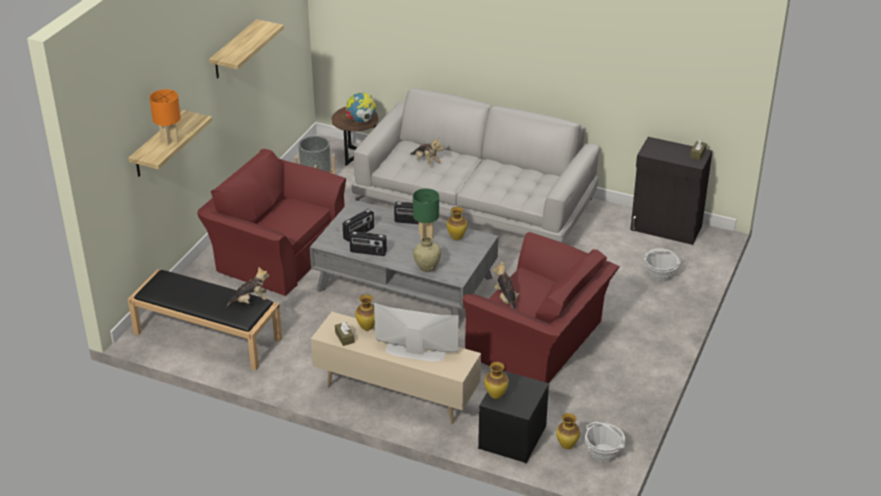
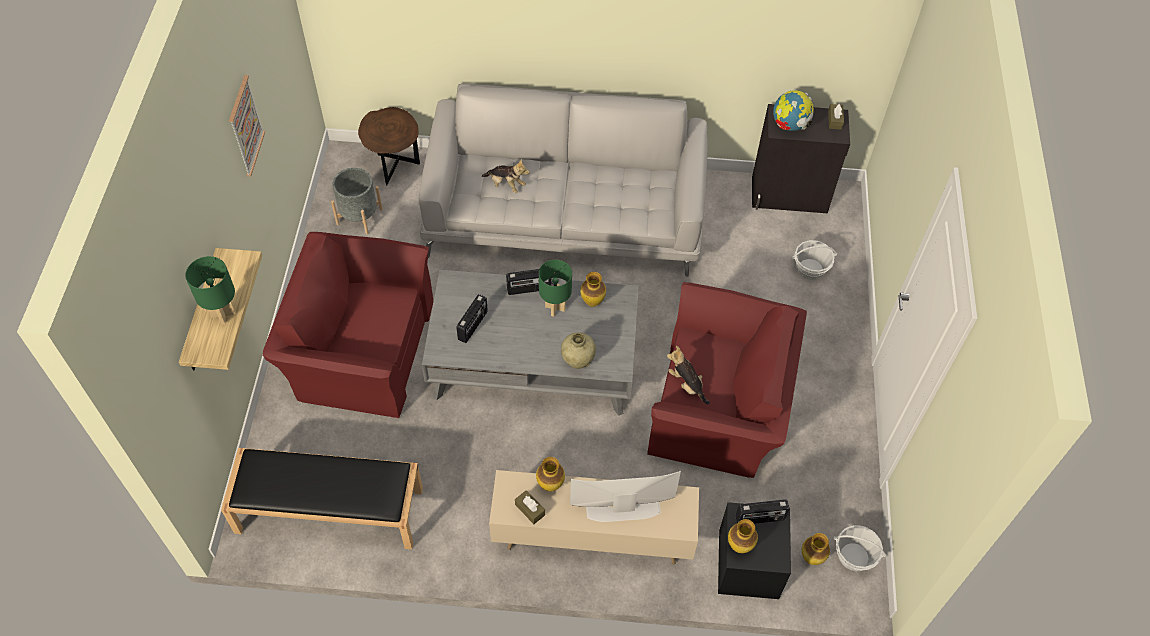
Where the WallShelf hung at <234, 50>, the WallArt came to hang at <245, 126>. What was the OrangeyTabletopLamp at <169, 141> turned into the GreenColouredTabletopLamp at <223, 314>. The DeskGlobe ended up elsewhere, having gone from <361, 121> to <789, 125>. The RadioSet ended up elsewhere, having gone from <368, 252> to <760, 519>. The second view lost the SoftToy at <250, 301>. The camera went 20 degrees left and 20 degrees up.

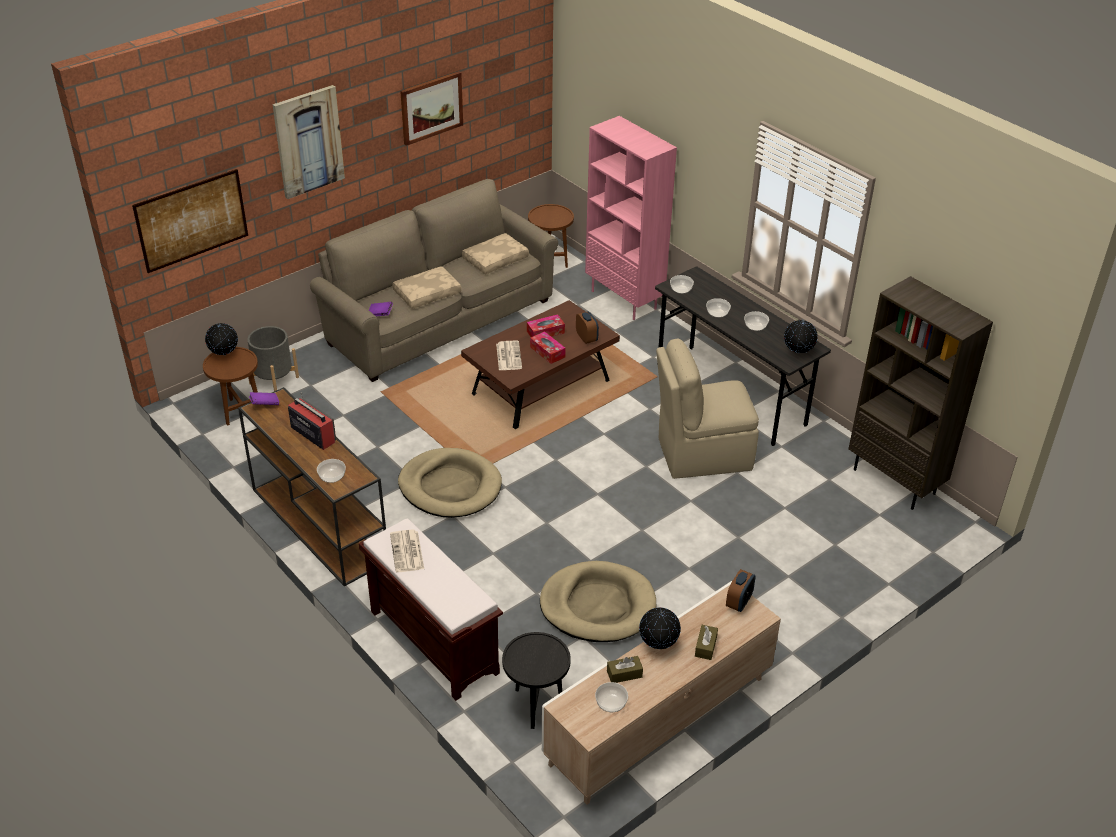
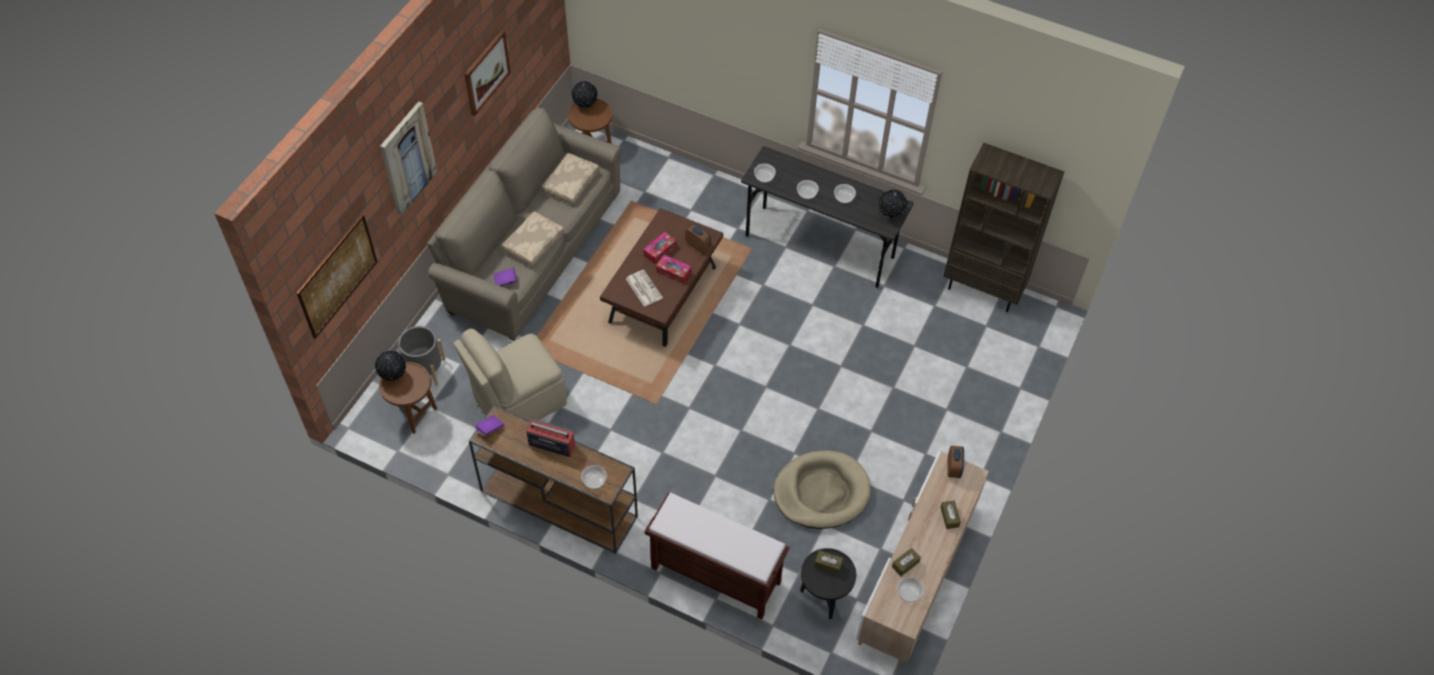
The second view lost the PinkColouredBookshelf at <625, 299>. The SandColouredPlainChair ended up elsewhere, having gone from <701, 454> to <518, 402>. The second view lost the SandColouredPetBed at <450, 486>. The second view lost the Newspaper at <407, 552>. The DeskGlobe ended up elsewhere, having gone from <658, 645> to <585, 106>. The second view gained the BrownishBoxOfTissues at <828, 564>. The camera went 25 degrees left and 15 degrees up.

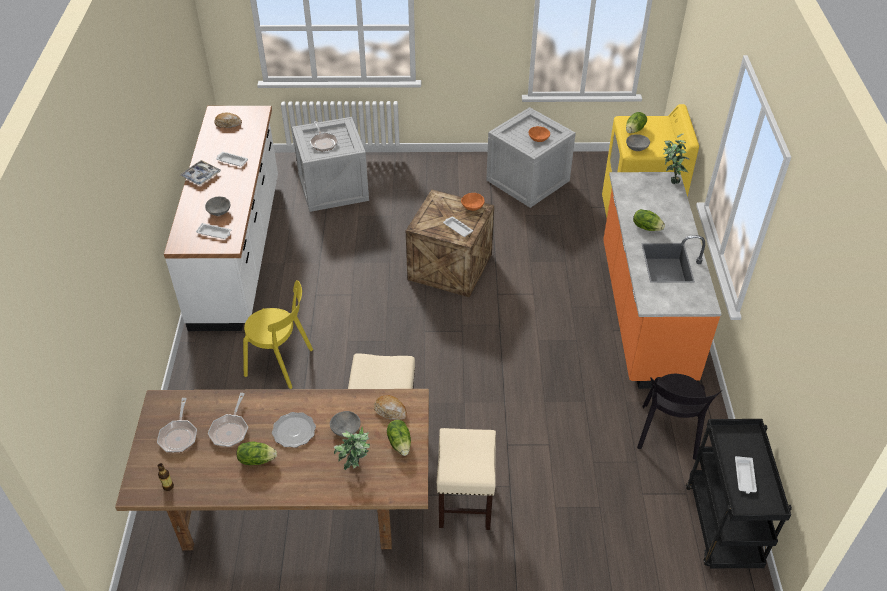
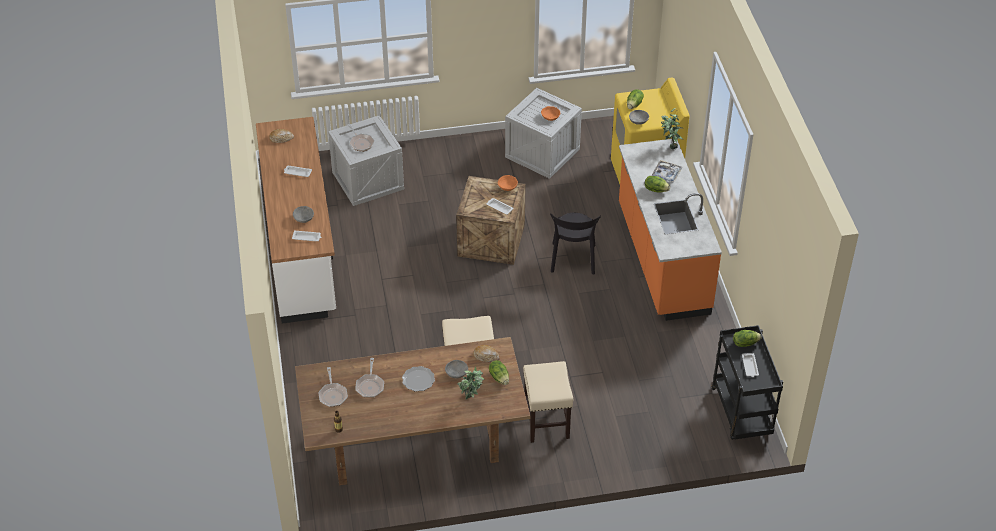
The Tray ended up elsewhere, having gone from <201, 176> to <666, 174>. The second view lost the YellowishPlainChair at <282, 363>. The BlackishPlainChair ended up elsewhere, having gone from <668, 435> to <573, 260>. The HeadOfLettuce ended up elsewhere, having gone from <256, 459> to <745, 343>. The camera went 10 degrees left and 0 degrees up.

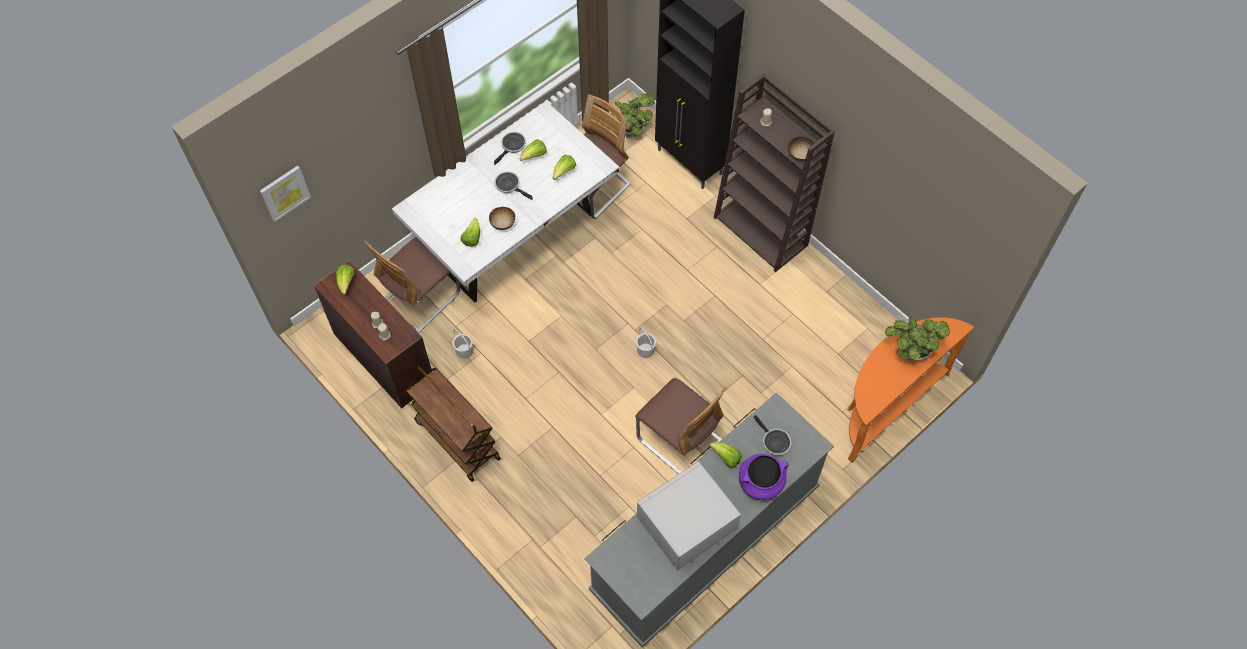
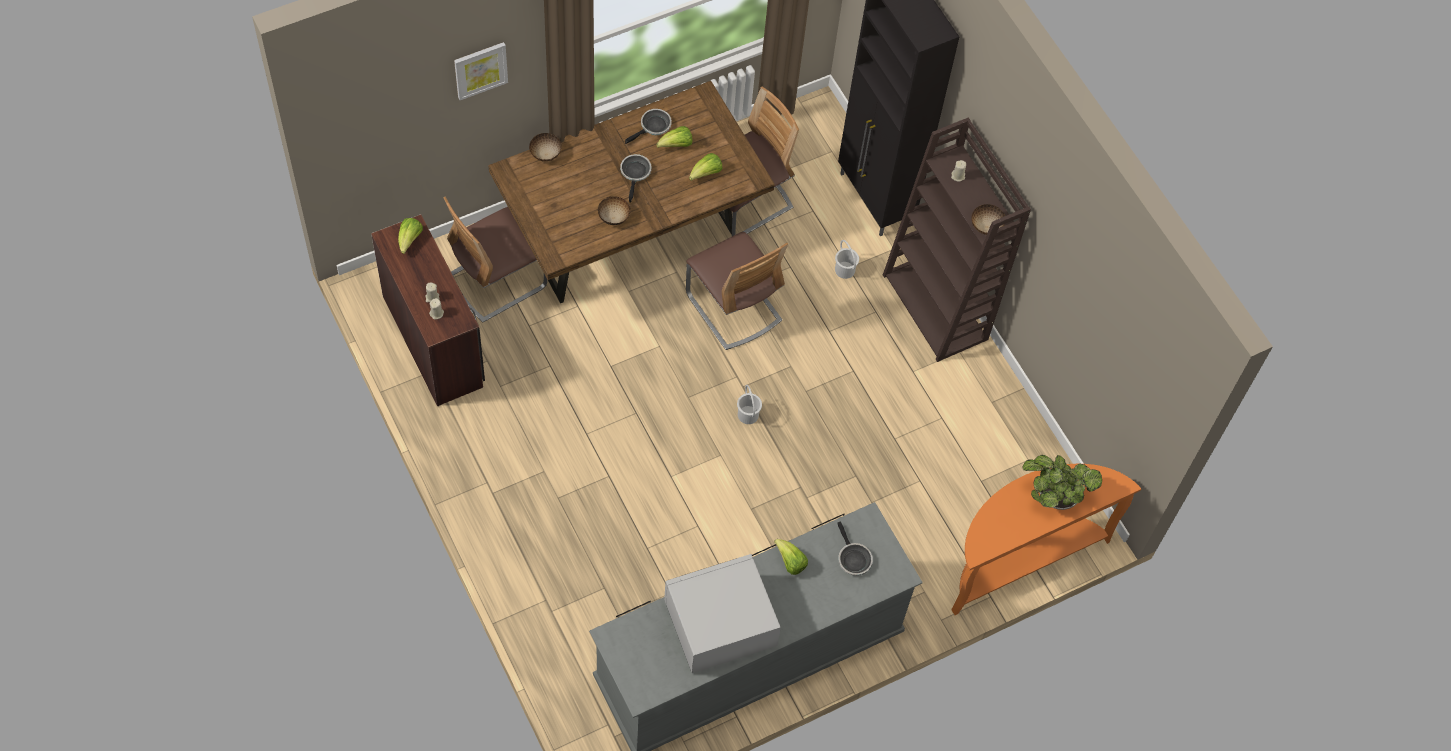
The second view lost the PlantInAPot at <631, 130>. What was the WhitishDinnerTable at <514, 236> turned into the BrownishDinnerTable at <631, 236>. The WallArt ended up elsewhere, having gone from <284, 193> to <480, 70>. The Skillet at <509, 186> ended up facing another way, 45 degrees clockwise from before. The second view lost the HeadOfLettuce at <472, 238>. The WhitishPail ended up elsewhere, having gone from <464, 351> to <844, 270>. The second view lost the BrownishWheeledCart at <456, 439>. The PlainChair ended up elsewhere, having gone from <679, 440> to <733, 307>. The second view lost the PurplishSaucepot at <761, 482>. The second view gained the Bowl at <545, 154>. The camera went 10 degrees right and 0 degrees up.

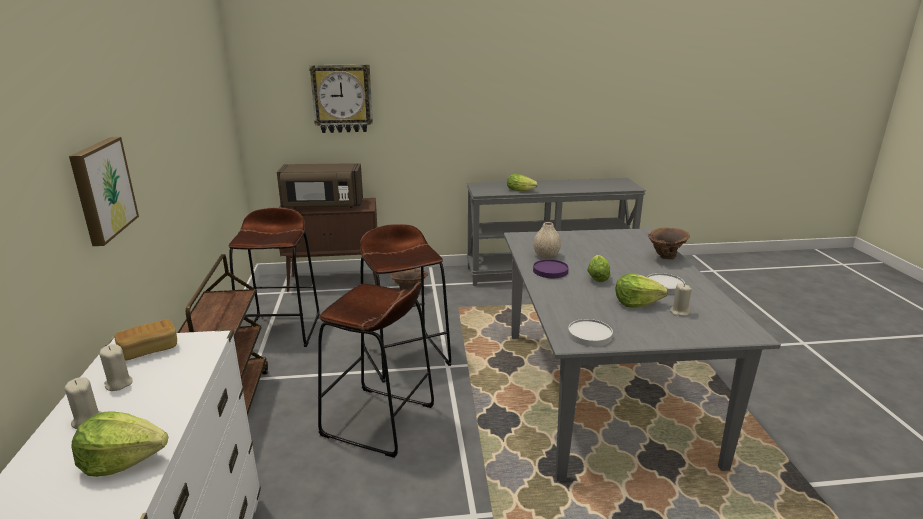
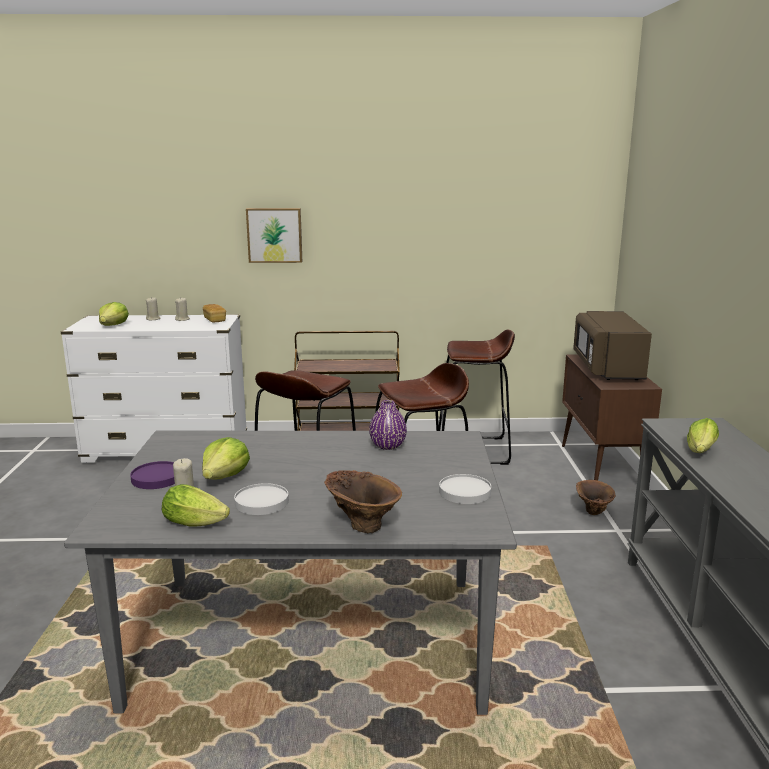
The second view lost the HangingClock at <342, 98>. What was the SandColouredDecorativeVase at <546, 255> turned into the PurplishDecorativeVase at <387, 446>. The HeadOfLettuce ended up elsewhere, having gone from <598, 276> to <198, 523>. The PurplishDinnerPlate ended up elsewhere, having gone from <550, 271> to <157, 478>. The WhitishDinnerPlate ended up elsewhere, having gone from <589, 335> to <464, 492>. The camera went 95 degrees right and 5 degrees down.

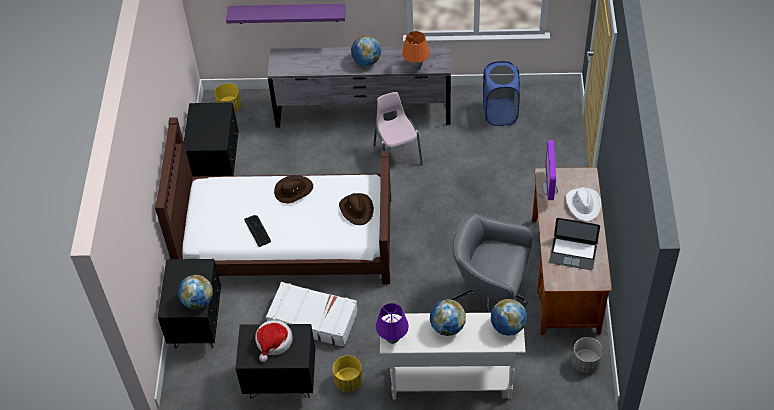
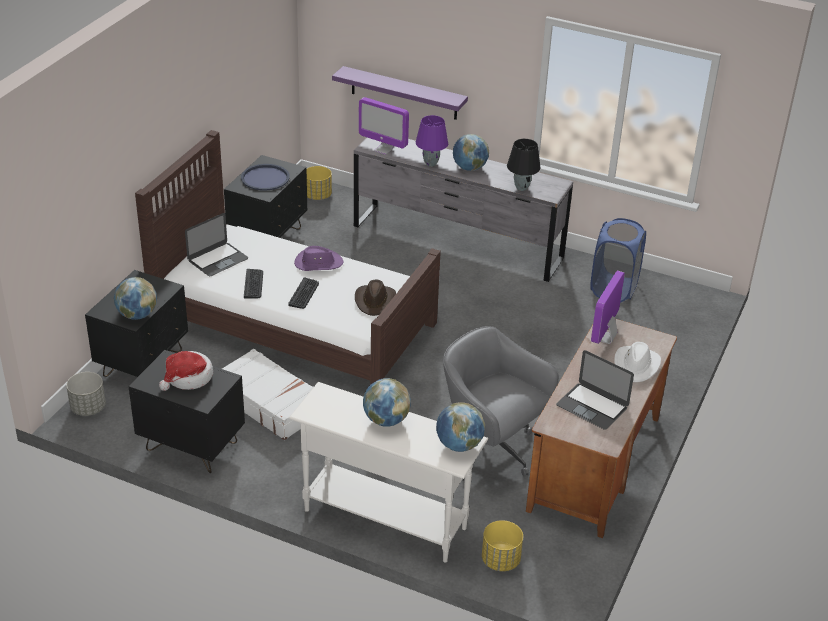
What was the OrangeyTabletopLamp at <416, 67> turned into the BlackishTabletopLamp at <521, 187>. The second view lost the PinkColouredPlainChair at <397, 154>. What was the BrownishWearableHat at <293, 190> turned into the PurplishWearableHat at <318, 263>. The PurplishTabletopLamp ended up elsewhere, having gone from <393, 339> to <431, 164>. The GreyPlantPot ended up elsewhere, having gone from <585, 363> to <88, 408>. The YellowishPlantPot ended up elsewhere, having gone from <349, 381> to <501, 560>. The second view gained the ComputerScreen at <383, 149>. The second view gained the BlueTray at <265, 178>. The second view gained the NotebookComputer at <218, 259>. The second view gained the Keyboard at <304, 294>. The camera went 20 degrees right and 15 degrees down.

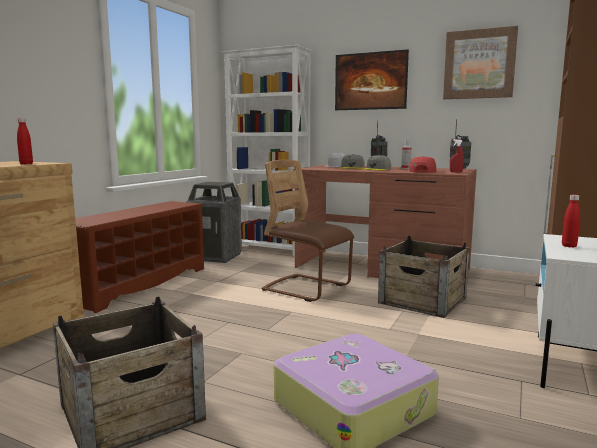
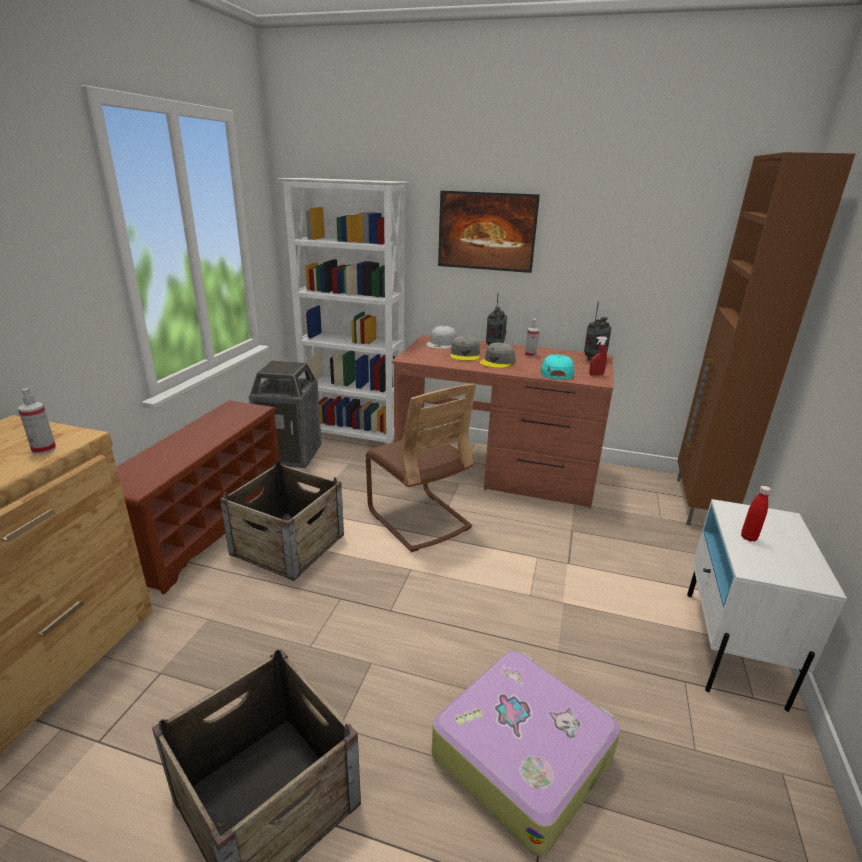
The second view lost the WallArt at <479, 64>. Where the RedColouredBeverageBottle stood at <26, 164>, the SprayBottle came to stand at <44, 449>. What was the RedColouredBaseballCap at <422, 171> turned into the TurquoiseBaseballCap at <556, 373>. The BrownishPlainChair at <307, 288> ended up facing another way, 150 degrees counterclockwise from before. The ShippingCrate ended up elsewhere, having gone from <422, 300> to <288, 544>. The camera went 10 degrees left and 15 degrees up.

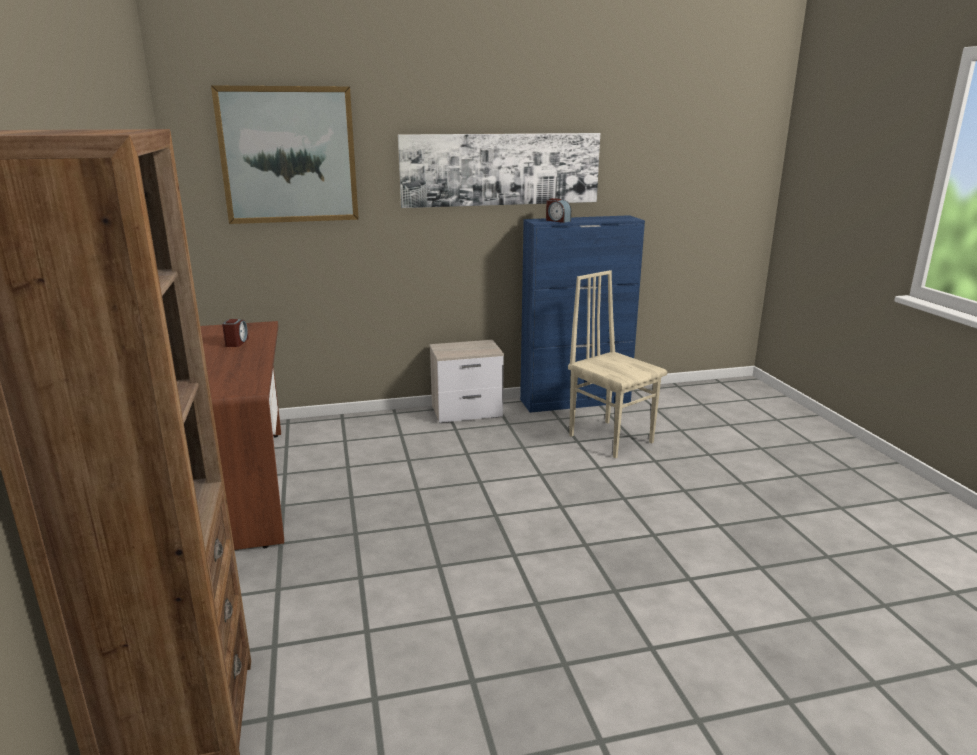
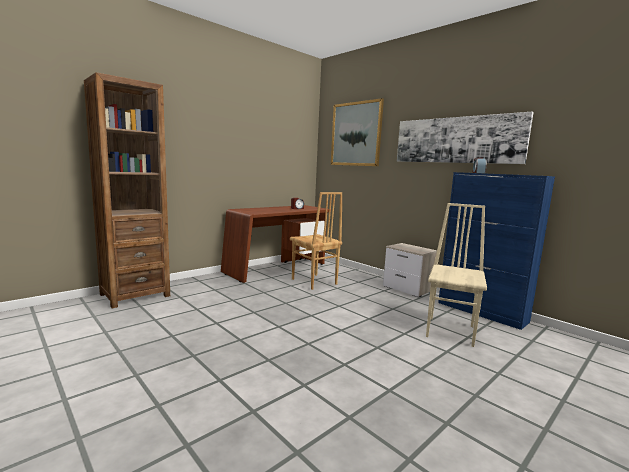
The second view gained the BrownishPlainChair at <313, 282>. The camera went 60 degrees right and 10 degrees down.

